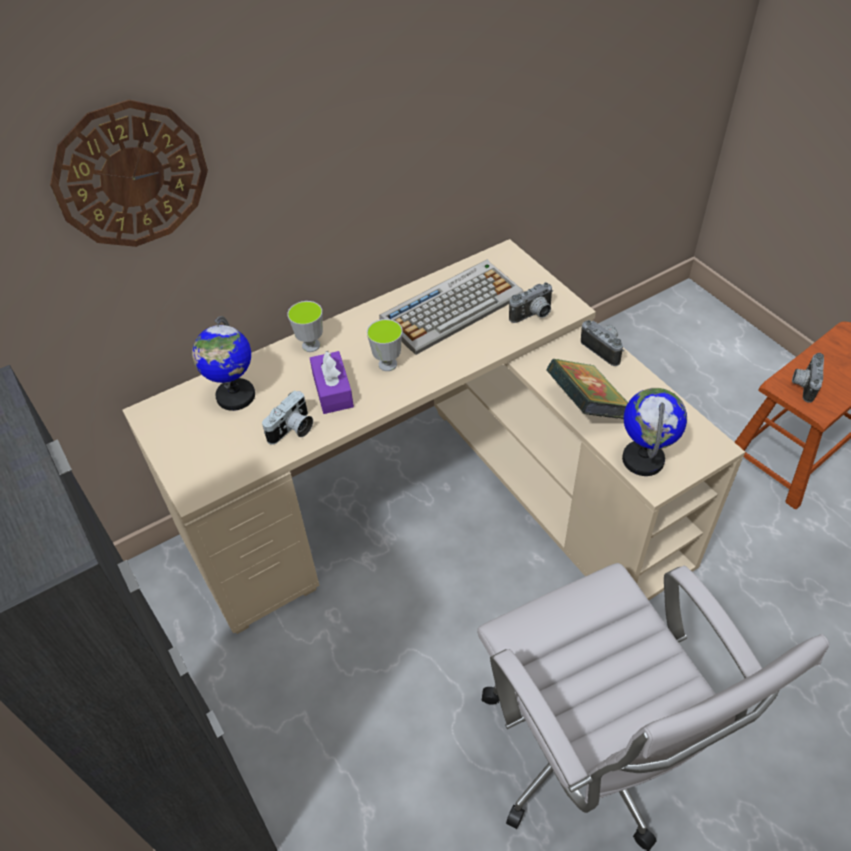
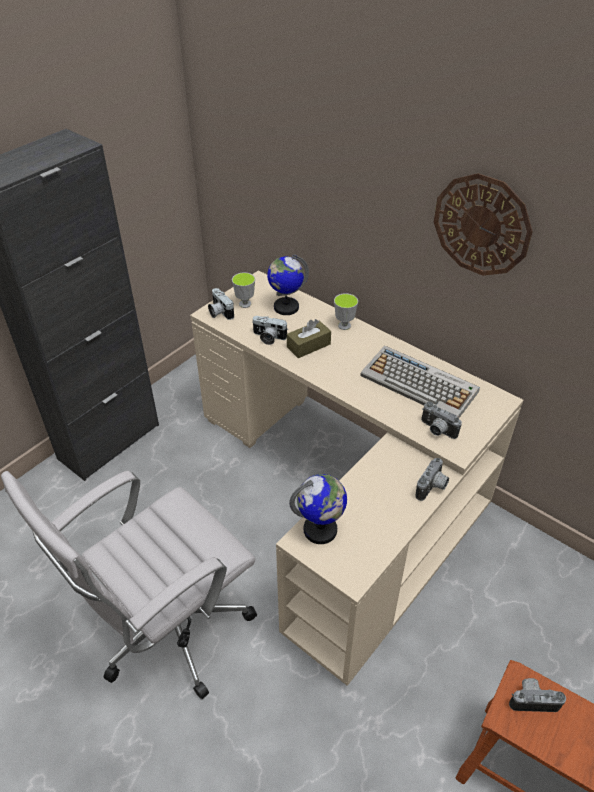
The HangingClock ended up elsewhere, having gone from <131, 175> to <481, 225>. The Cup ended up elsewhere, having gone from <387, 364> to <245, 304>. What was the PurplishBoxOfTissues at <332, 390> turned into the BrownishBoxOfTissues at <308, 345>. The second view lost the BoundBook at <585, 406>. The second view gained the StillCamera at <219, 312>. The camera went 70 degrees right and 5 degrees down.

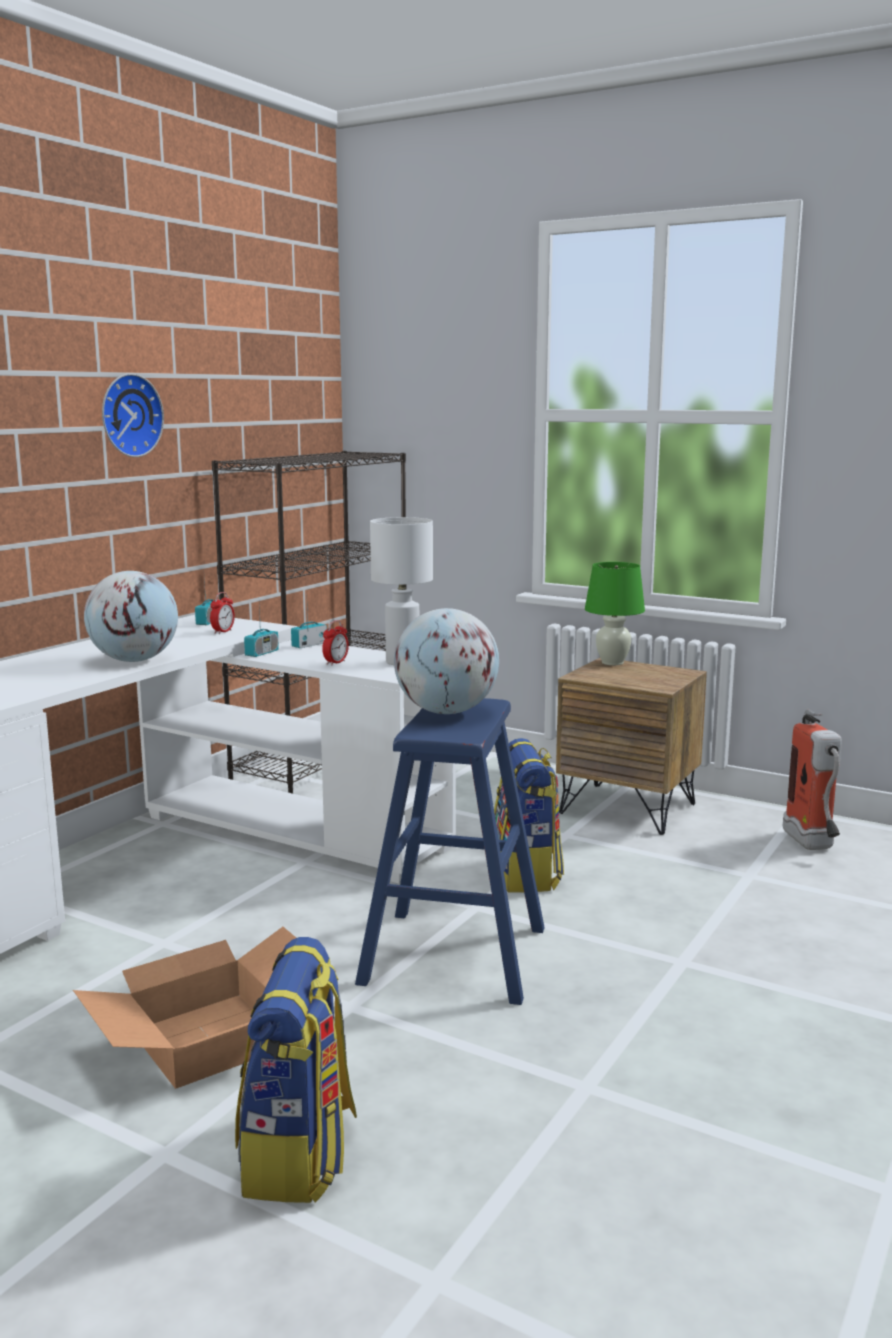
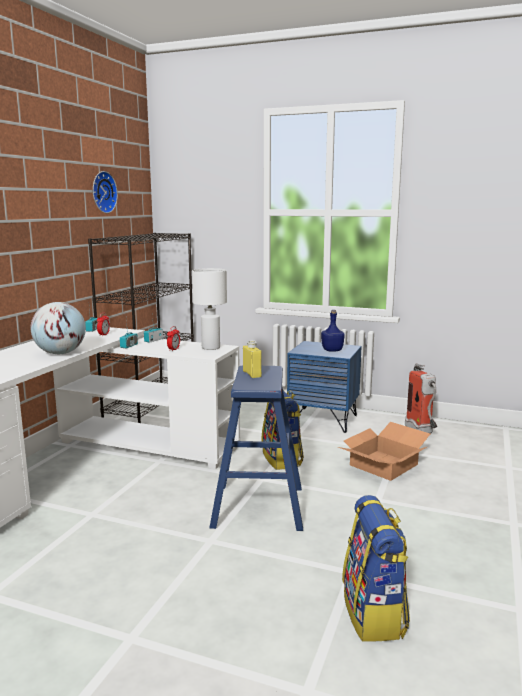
The HangingClock ended up elsewhere, having gone from <128, 415> to <102, 192>. The second view lost the GreenColouredTabletopLamp at <612, 662>. Where the DeskGlobe stood at <446, 712>, the YellowishBeverageBottle came to stand at <252, 374>. What was the BrownishBedsideTable at <628, 808> turned into the BlueBedsideTable at <323, 420>. The Carton ended up elsewhere, having gone from <211, 1037> to <383, 464>. The Knapsack ended up elsewhere, having gone from <299, 1155> to <374, 614>. The second view gained the BlueBeverageBottle at <332, 350>. The camera went 10 degrees left and 0 degrees up.

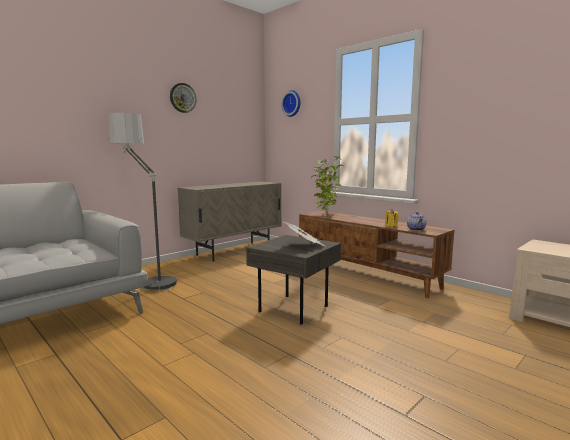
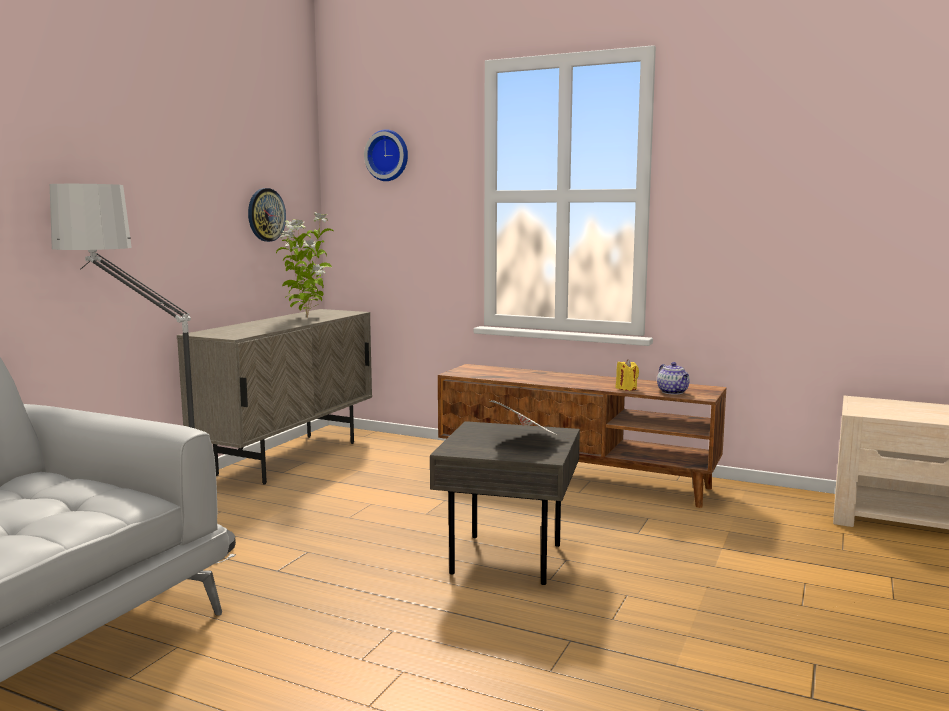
The HangingClock ended up elsewhere, having gone from <182, 98> to <266, 215>. The PlantInAPot ended up elsewhere, having gone from <326, 214> to <306, 317>. The camera went 20 degrees left and 0 degrees up.

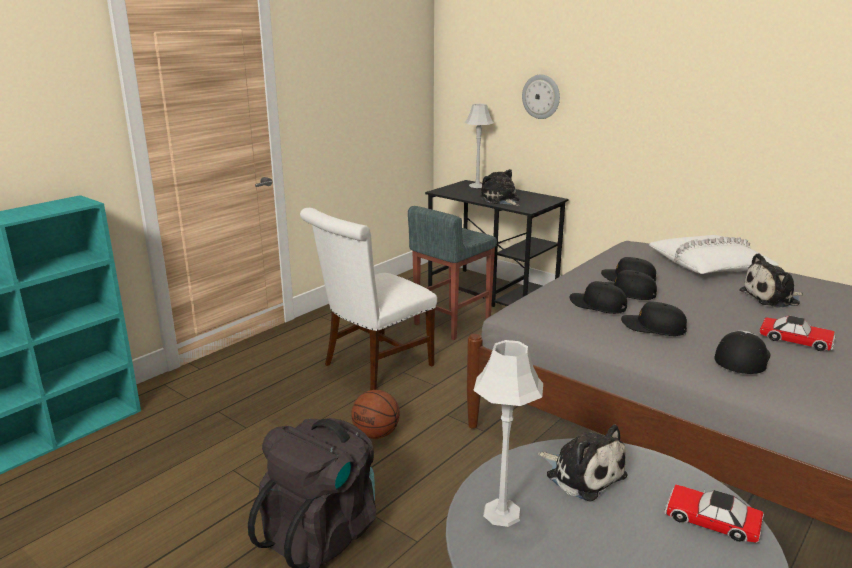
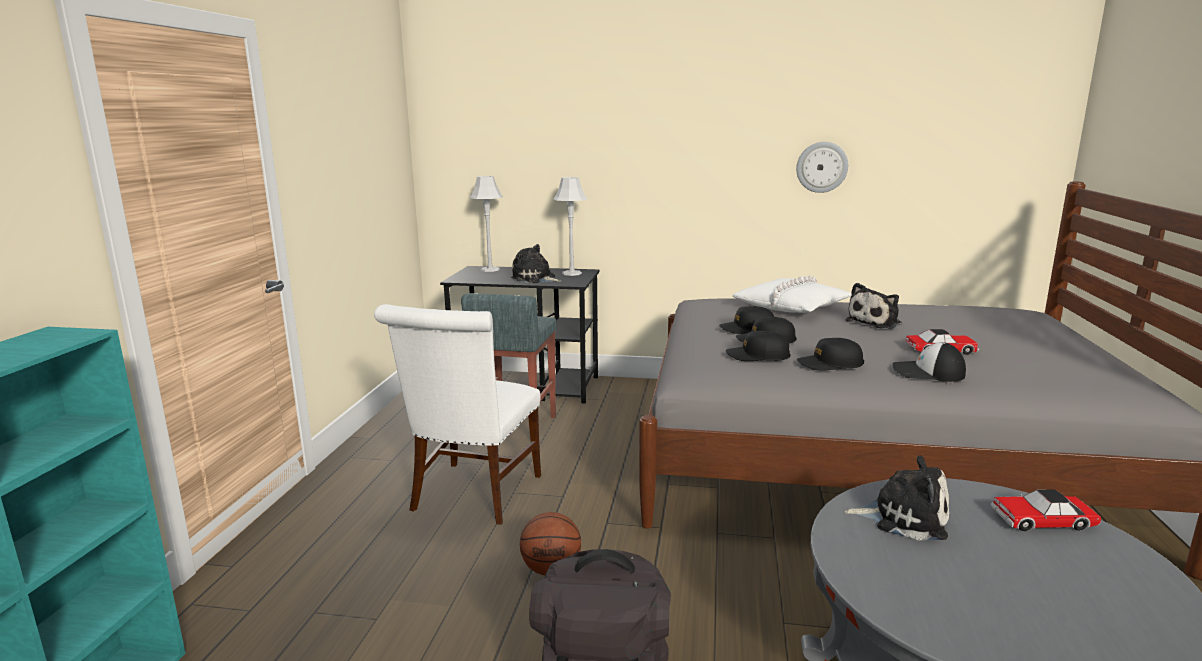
The HangingClock ended up elsewhere, having gone from <541, 96> to <821, 167>. The BaseballCap at <741, 357> ended up facing another way, 75 degrees counterclockwise from before. The GreyTabletopLamp ended up elsewhere, having gone from <502, 513> to <572, 273>. The camera went 30 degrees left and 5 degrees down.

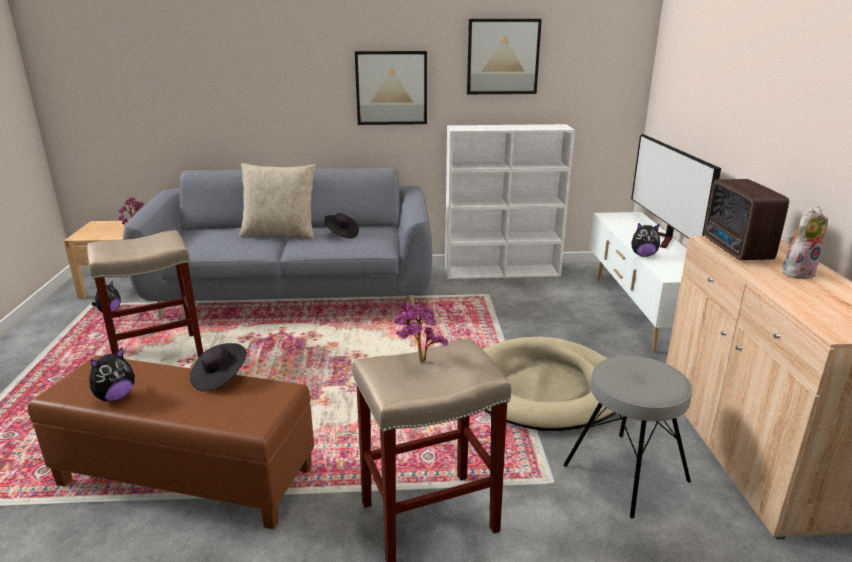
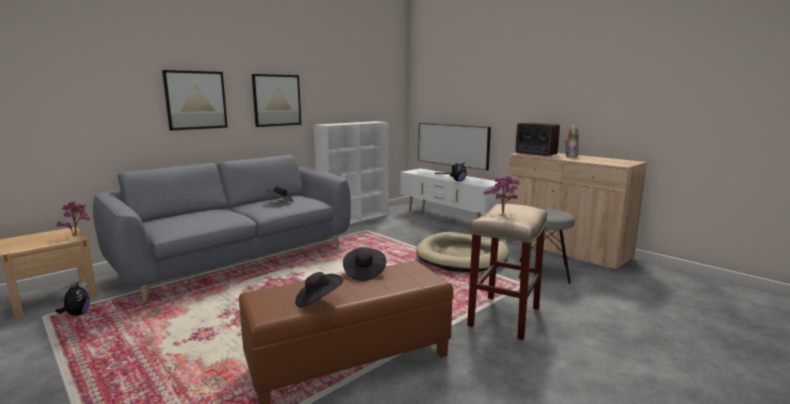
The WallArt ended up elsewhere, having gone from <503, 57> to <196, 100>. The second view lost the SandColouredCushion at <280, 234>. The second view lost the SandColouredStool at <159, 354>. Where the SoftToy stood at <115, 397>, the BlackishWearableHat came to stand at <318, 301>. The camera went 40 degrees left and 10 degrees down.

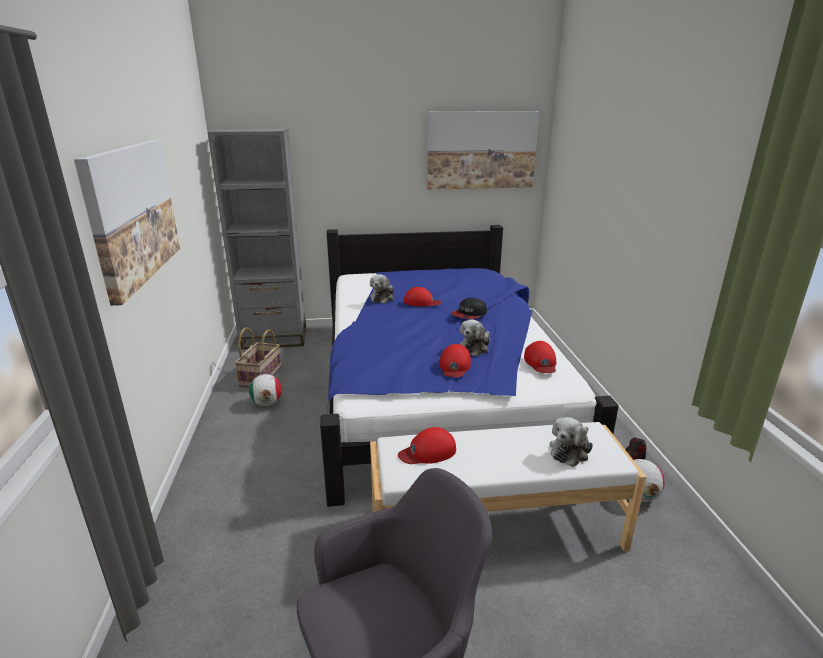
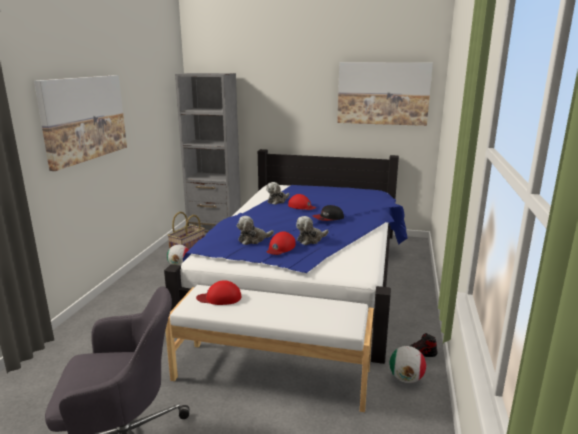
The second view lost the RedColouredBaseballCap at <540, 362>. The SoftToy ended up elsewhere, having gone from <570, 450> to <253, 240>. The camera went 20 degrees right and 5 degrees down.

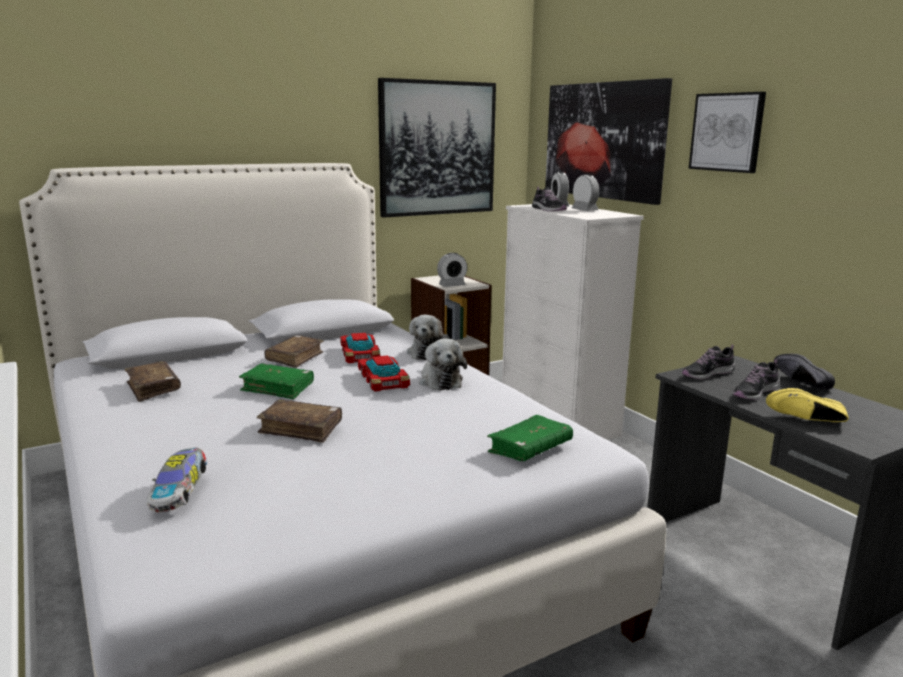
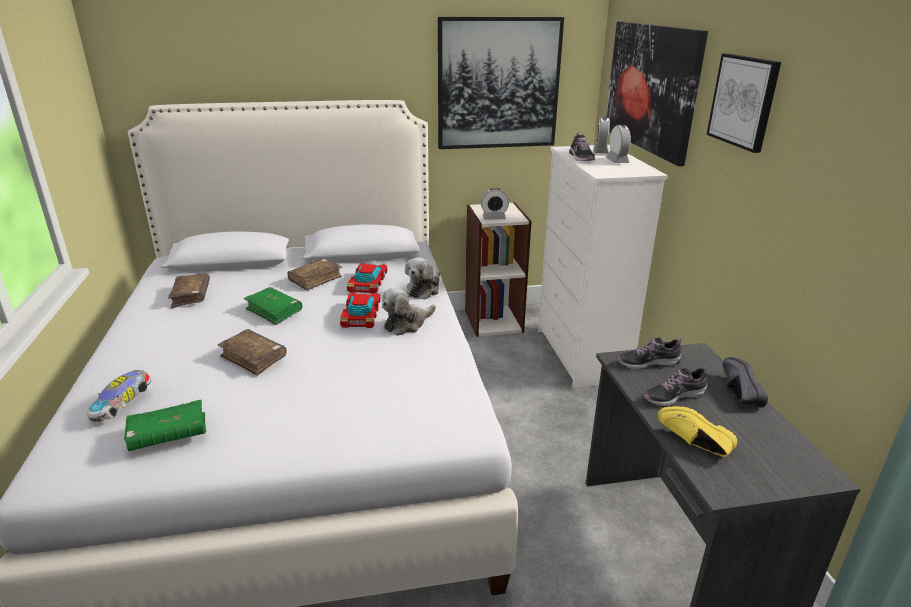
The SoftToy at <440, 381> ended up facing another way, 45 degrees clockwise from before. The GreenColouredBoundBook ended up elsewhere, having gone from <530, 449> to <168, 434>. The camera went 20 degrees right and 10 degrees up.

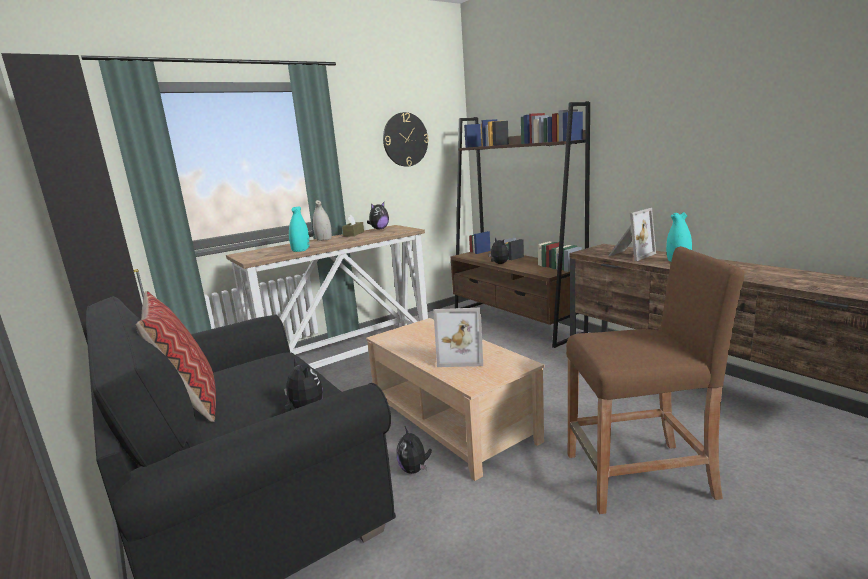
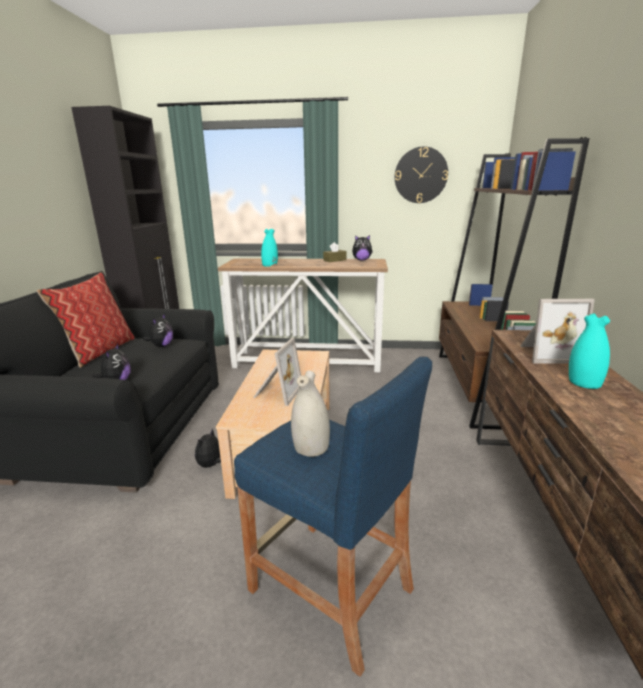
The WhitishDecorativeVase ended up elsewhere, having gone from <323, 240> to <311, 448>. The SoftToy ended up elsewhere, having gone from <499, 264> to <161, 346>. What was the BrownishStool at <639, 476> turned into the BlueStool at <330, 589>. The StandingFrame at <461, 357> ended up facing another way, 120 degrees counterclockwise from before. The camera went 40 degrees right and 5 degrees up.

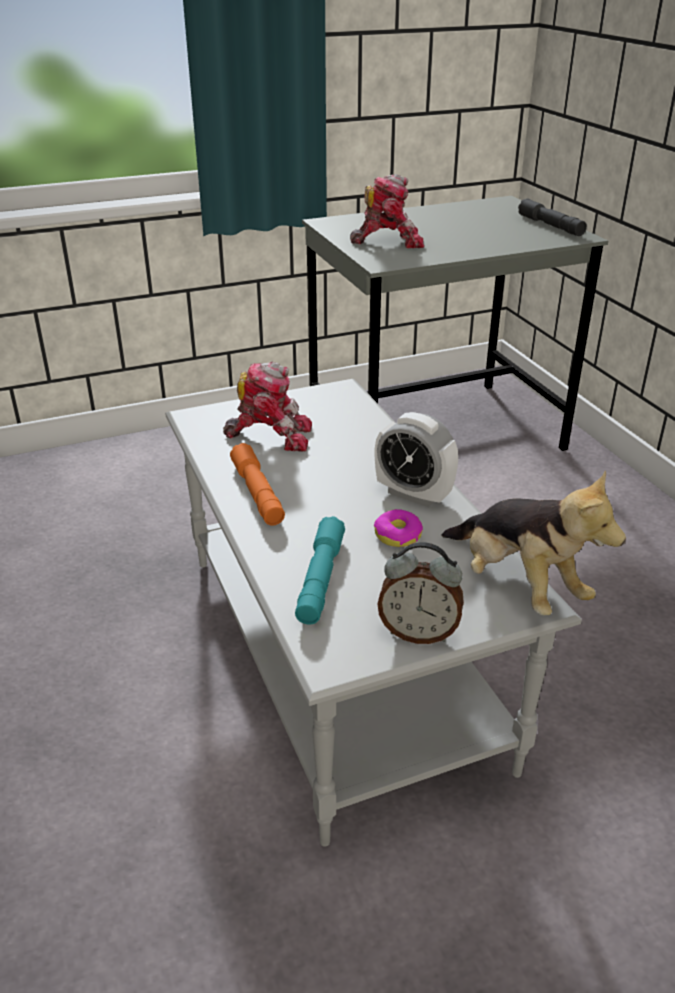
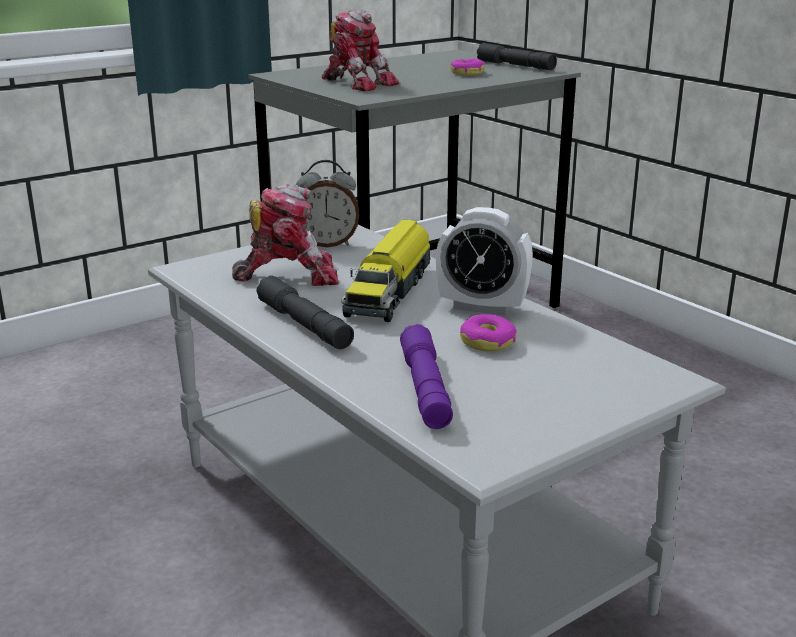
The RobotFigure at <388, 241> ended up facing another way, 60 degrees clockwise from before. What was the OrangeyTorch at <257, 493> turned into the GreyTorch at <304, 325>. The second view lost the SoftToy at <517, 585>. What was the TurquoiseTorch at <320, 579> turned into the PurplishTorch at <425, 389>. The BedsideClock ended up elsewhere, having gone from <418, 633> to <327, 244>. The second view gained the Donut at <467, 73>. The second view gained the ToyLorry at <389, 291>. The camera went 15 degrees left and 10 degrees down.

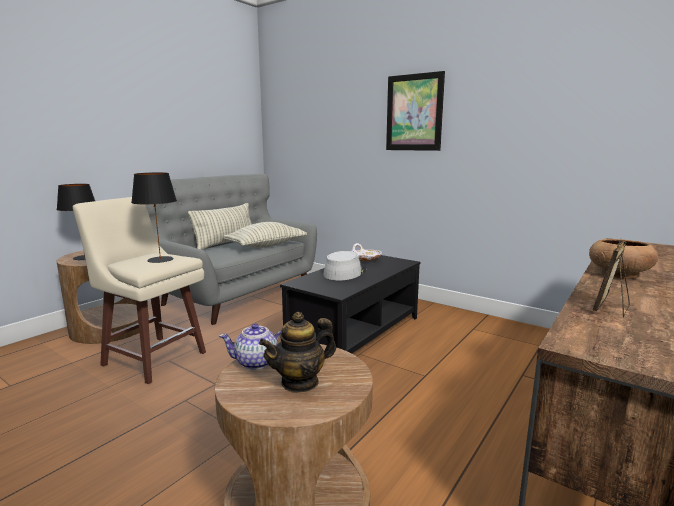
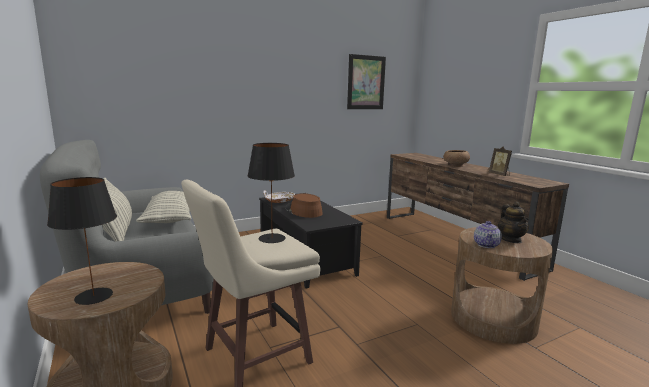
The WallArt ended up elsewhere, having gone from <414, 112> to <366, 82>. What was the GreyWearableHat at <344, 272> turned into the BrownishWearableHat at <303, 211>. The camera went 65 degrees left and 0 degrees up.

